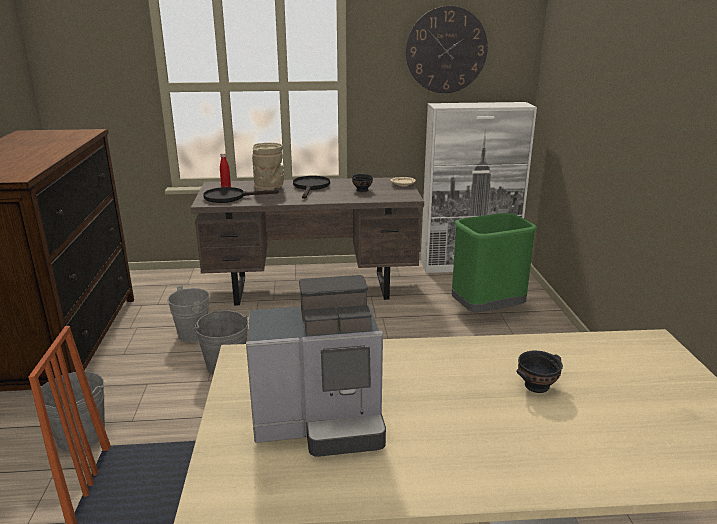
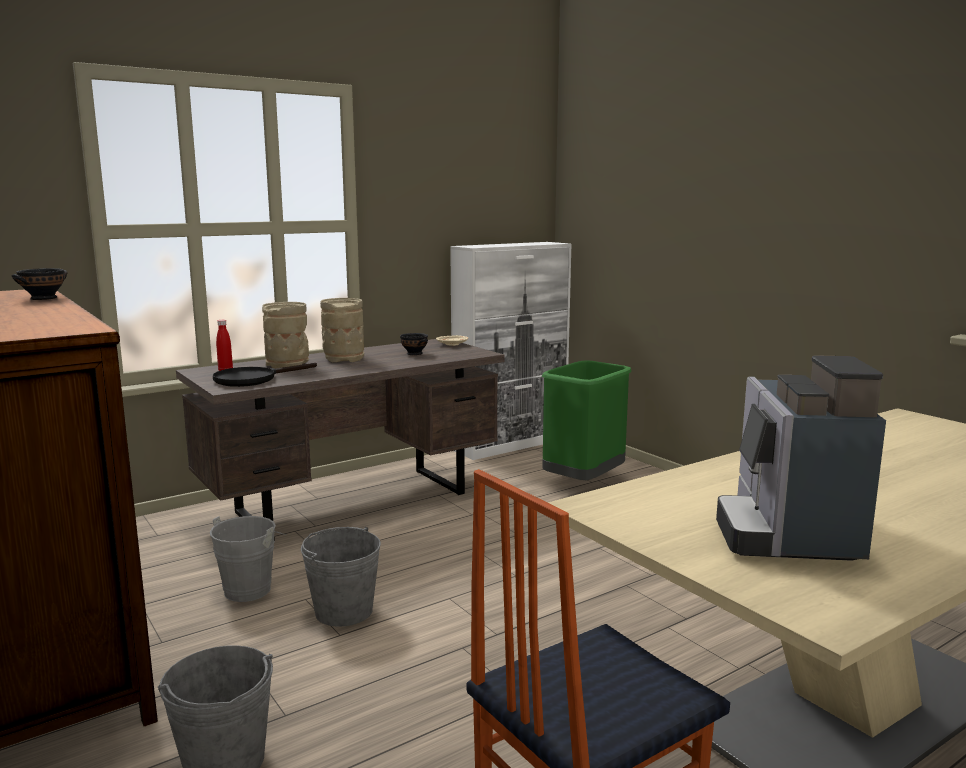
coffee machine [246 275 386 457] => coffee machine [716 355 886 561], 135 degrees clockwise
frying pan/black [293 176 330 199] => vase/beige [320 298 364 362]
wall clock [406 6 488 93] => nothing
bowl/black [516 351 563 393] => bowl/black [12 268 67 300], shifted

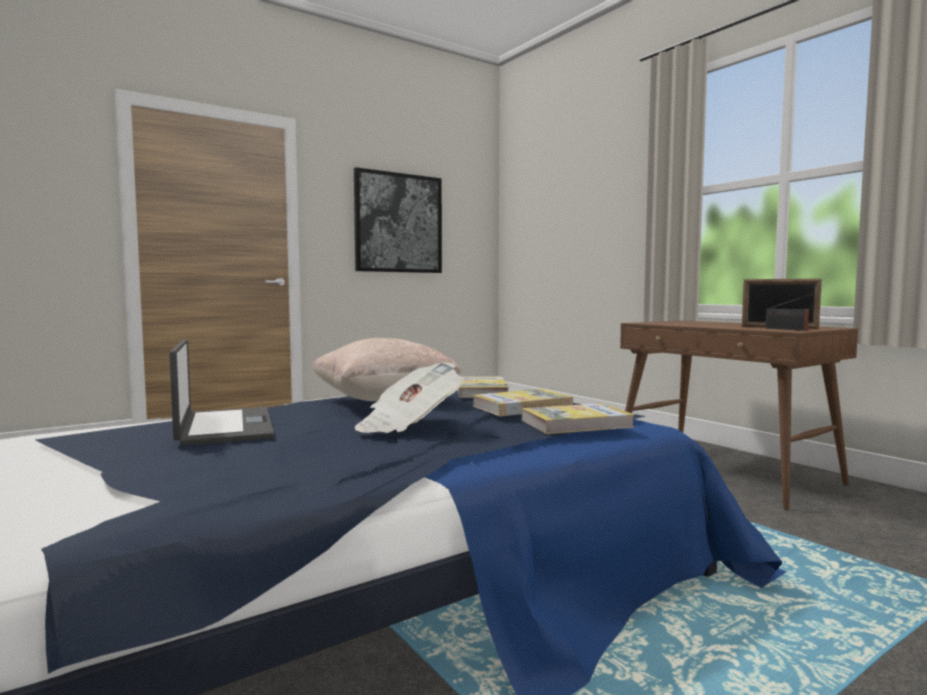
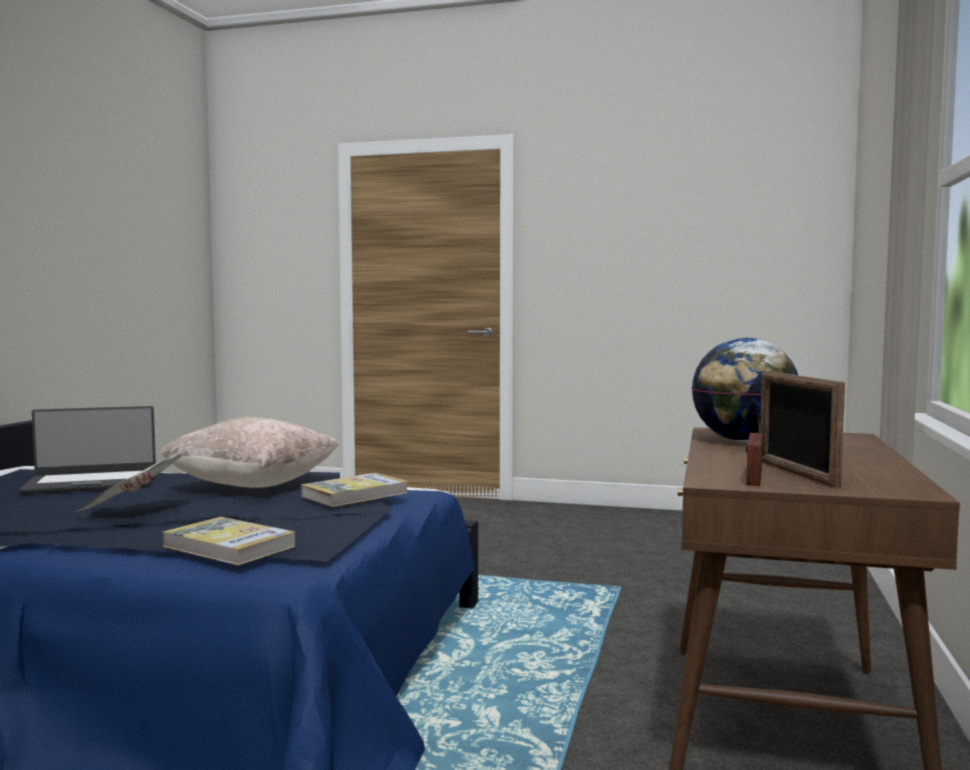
laptop [169 339 274 446] => laptop [18 406 156 494], 45 degrees clockwise
picture [354 167 442 273] => nothing
book [472 389 573 416] => nothing
nothing => globe [692 338 798 442]

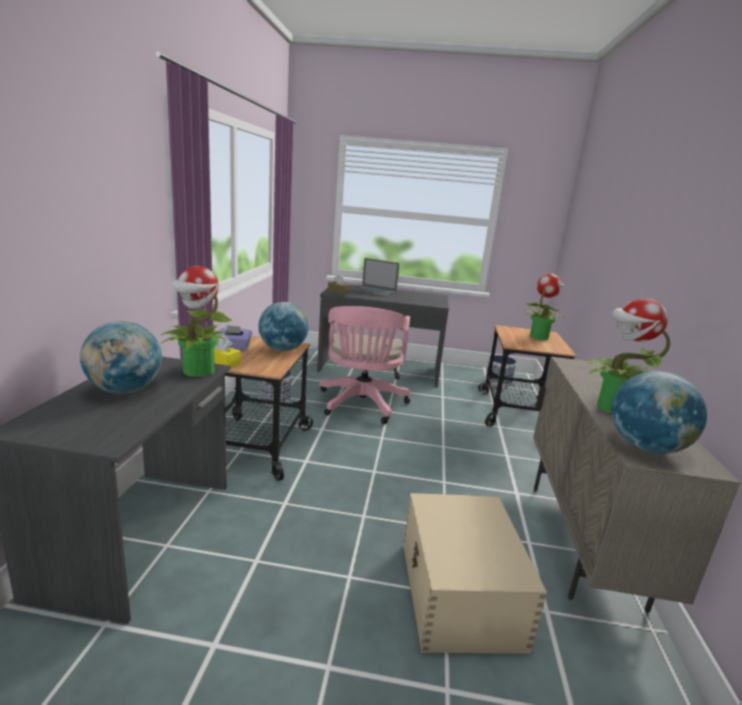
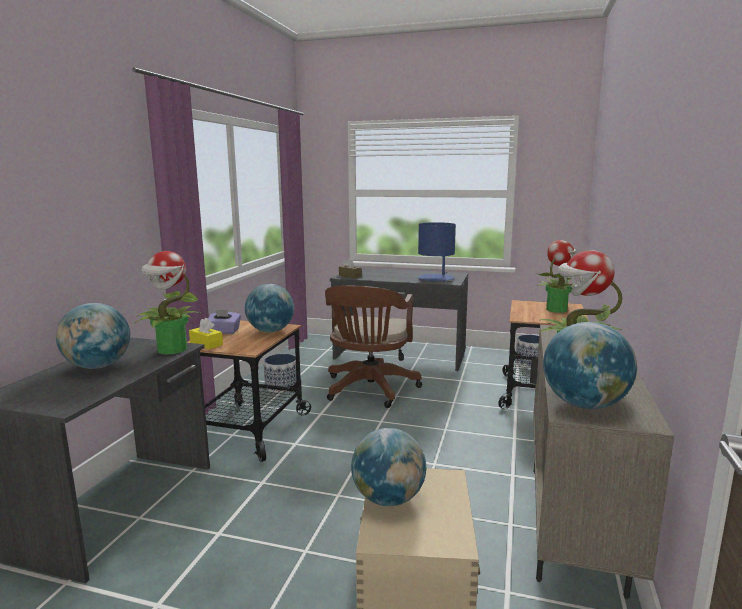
office chair/pink [319 306 410 424] => office chair/brown [325 285 422 408]
laptop [351 258 399 297] => nothing
nothing => globe [351 428 426 506]
nothing => table lamp/blue [418 222 456 282]

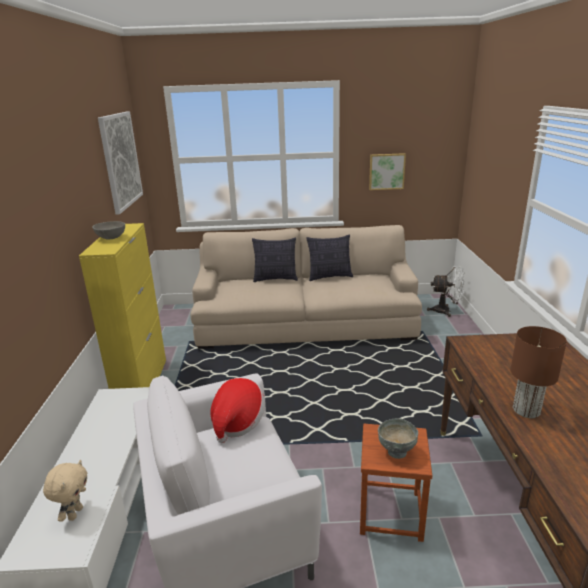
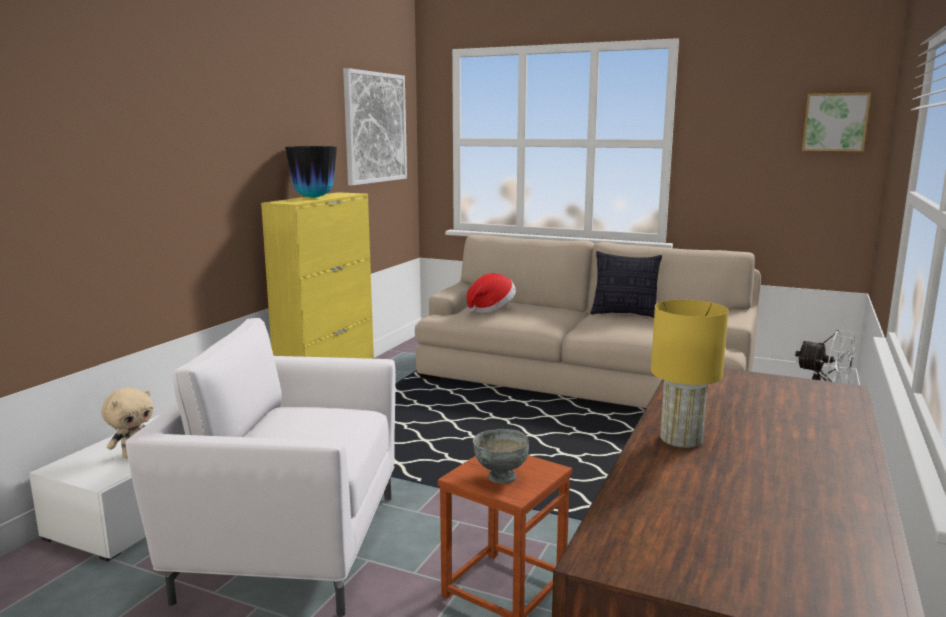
bowl/grey [92 221 125 240] => vase [285 146 337 198]
hat [210 378 266 443] => hat [467 274 516 313], shifted
pillow [252 238 298 282] => nothing
picture [369 153 406 190] => picture [802 93 871 151], shifted
table lamp/brown [510 326 567 418] => table lamp/yellow [651 300 729 448]

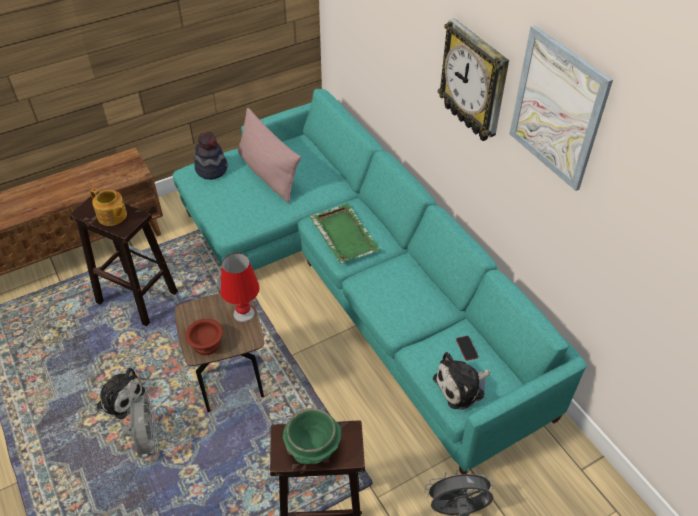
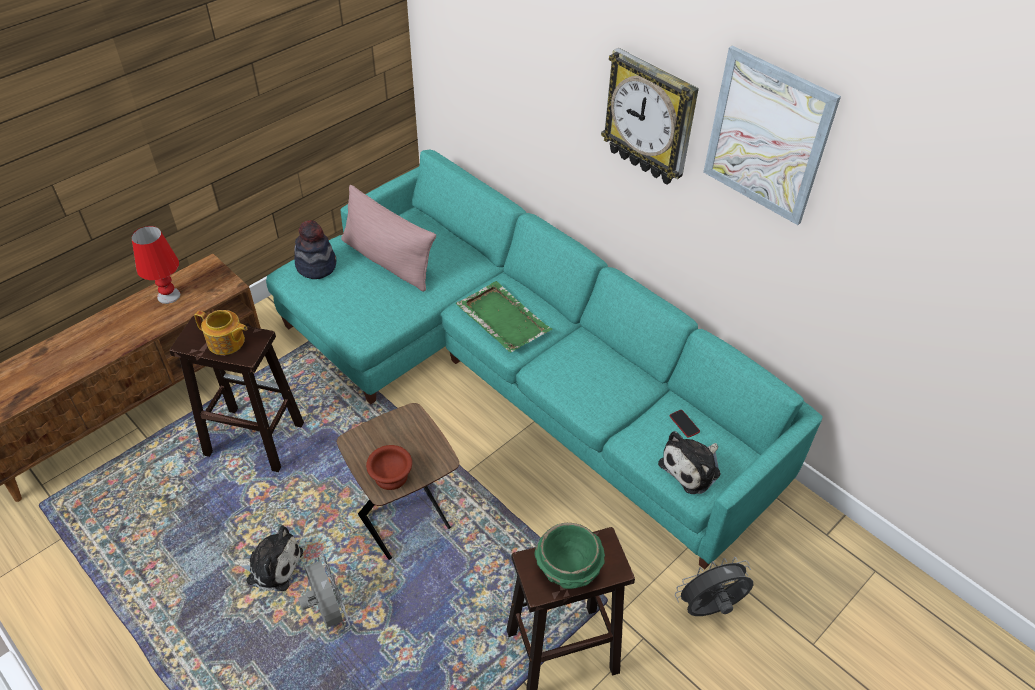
table lamp/red [220 253 260 322] => table lamp/red [132 226 180 304], shifted

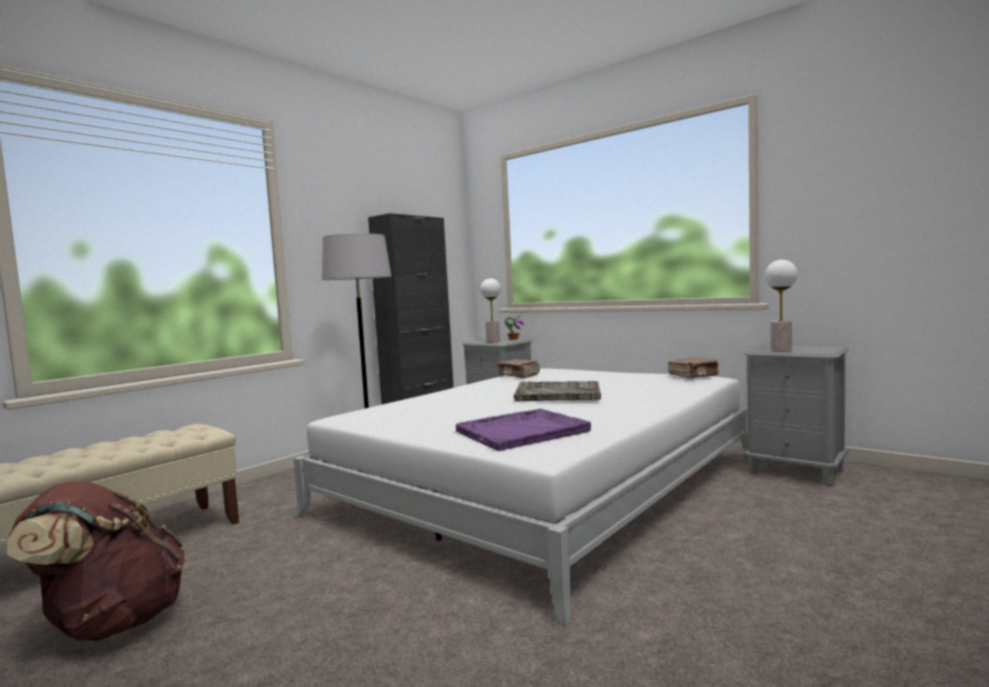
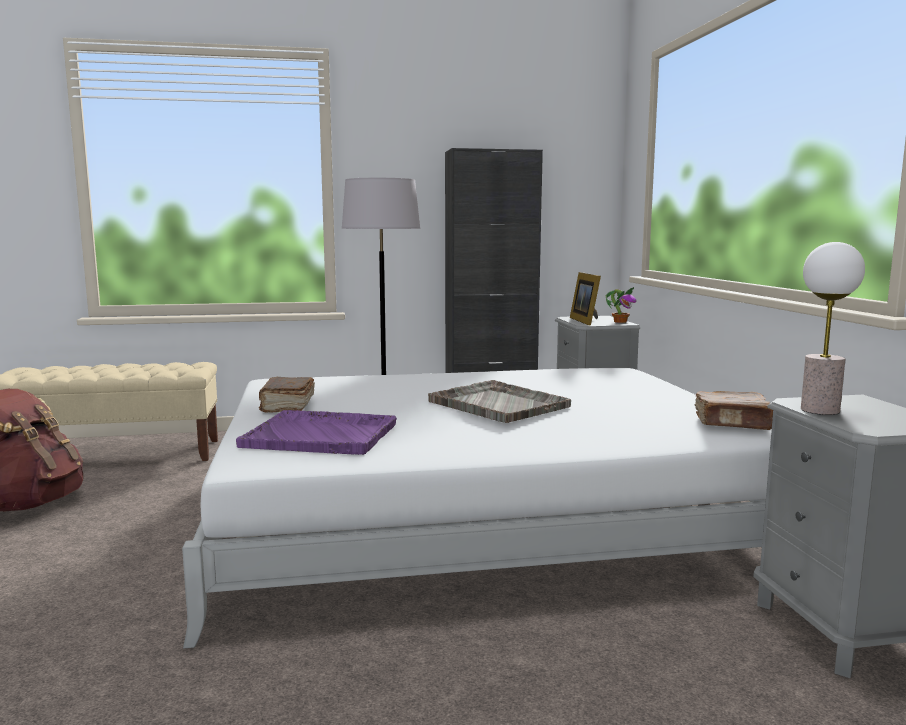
table lamp [480 278 501 342] => picture frame [570 272 601 326]
book/brown [497 359 540 378] => book/brown [259 377 315 413], shifted

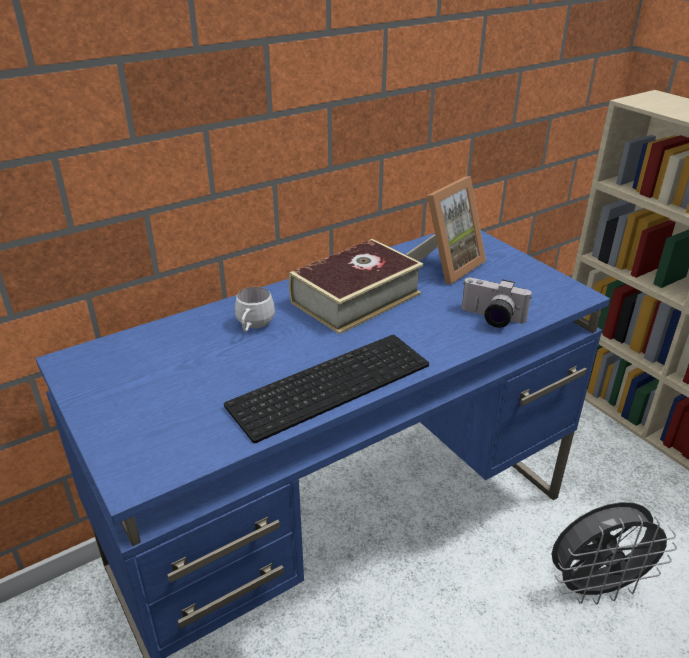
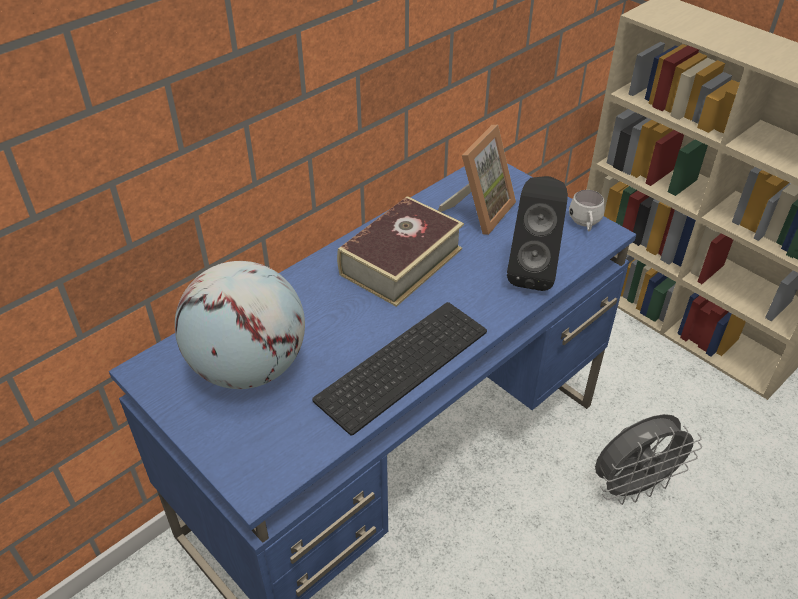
mug/white [235 287 275 332] => mug/white [569 190 605 231], shifted
photo camera [462 278 532 328] => speaker/black [507 176 568 291]
nothing => globe [175 261 305 389]

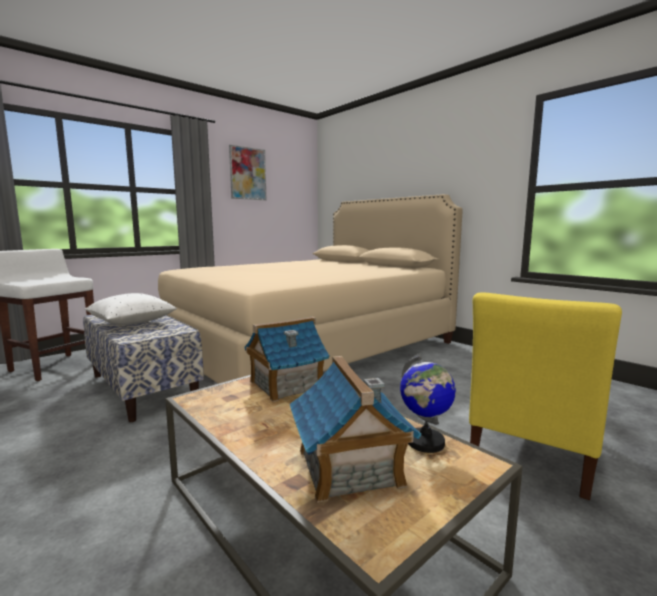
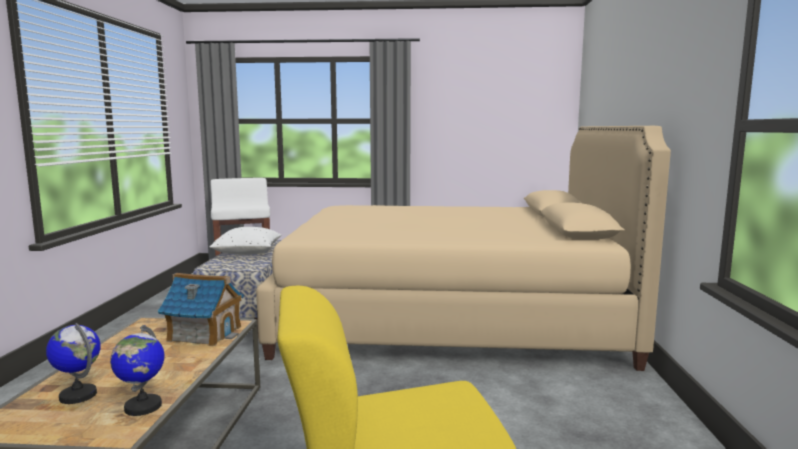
picture [229 145 266 200] => nothing
toy house [290 356 421 503] => globe [46 323 101 404]

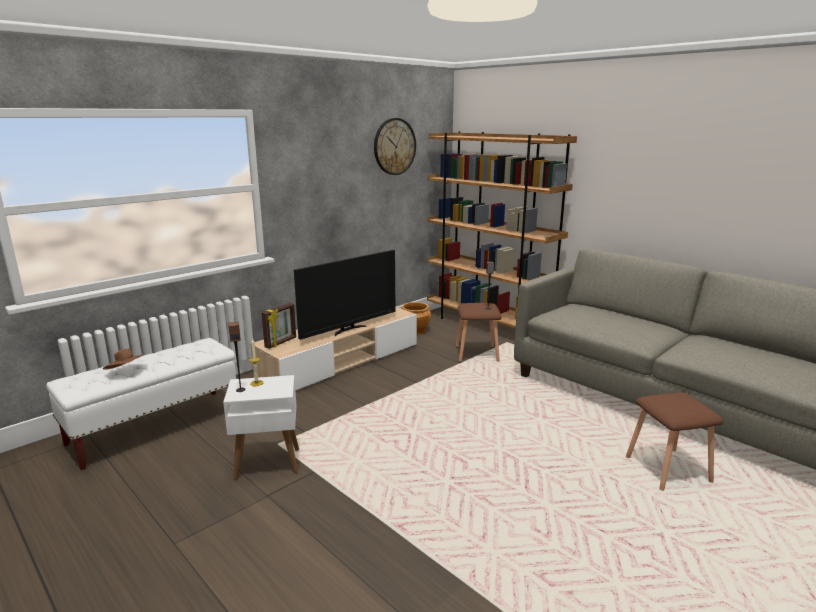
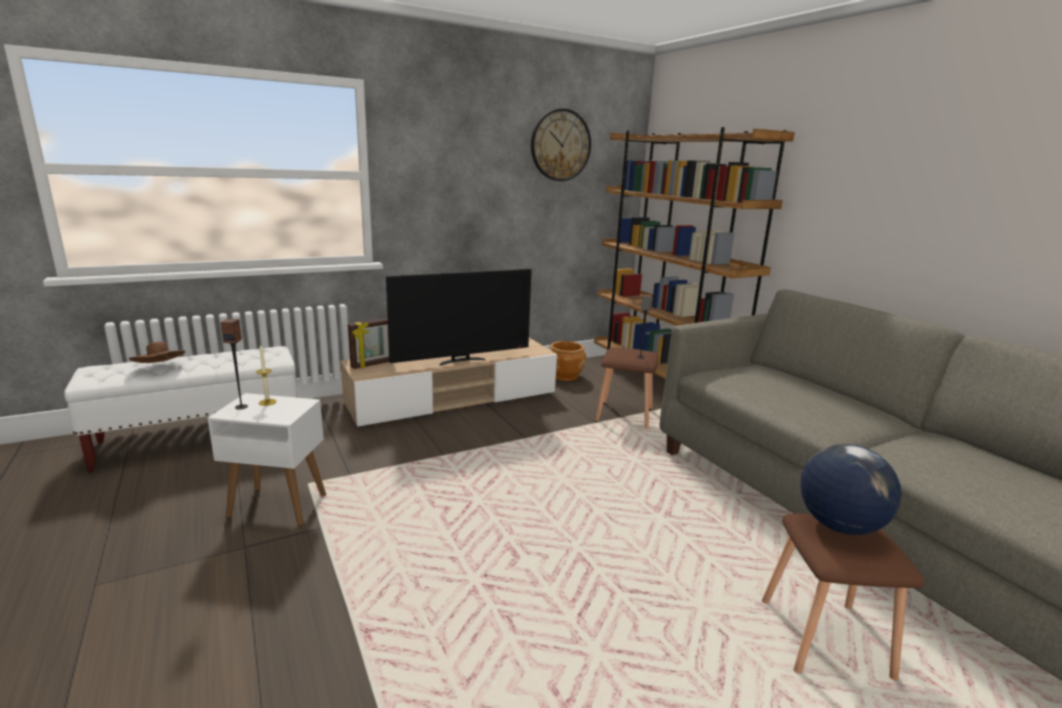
nothing => globe [800 444 902 535]

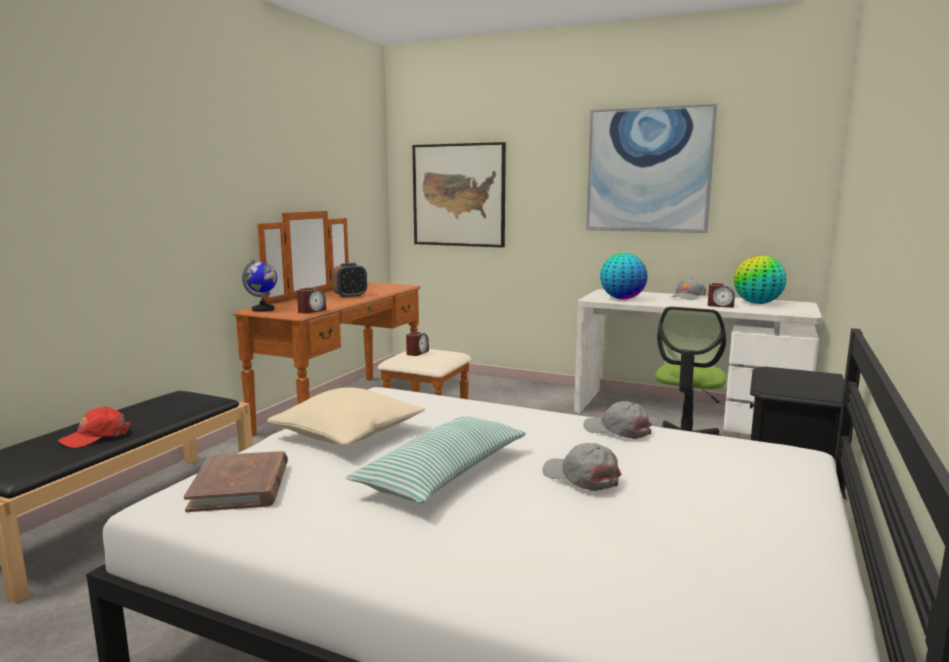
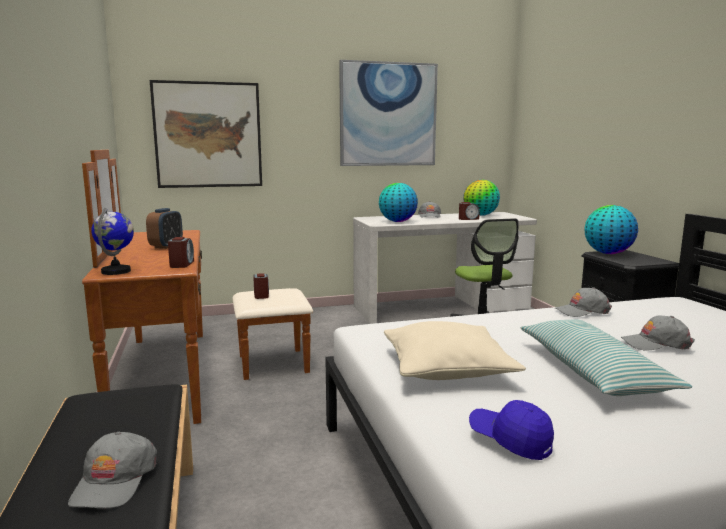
cap/red [58 407 130 448] => cap/grey [68 432 157 509]
book/brown [184 451 288 512] => cap/blue [469 400 554 460]
nothing => globe [584 205 638 254]

